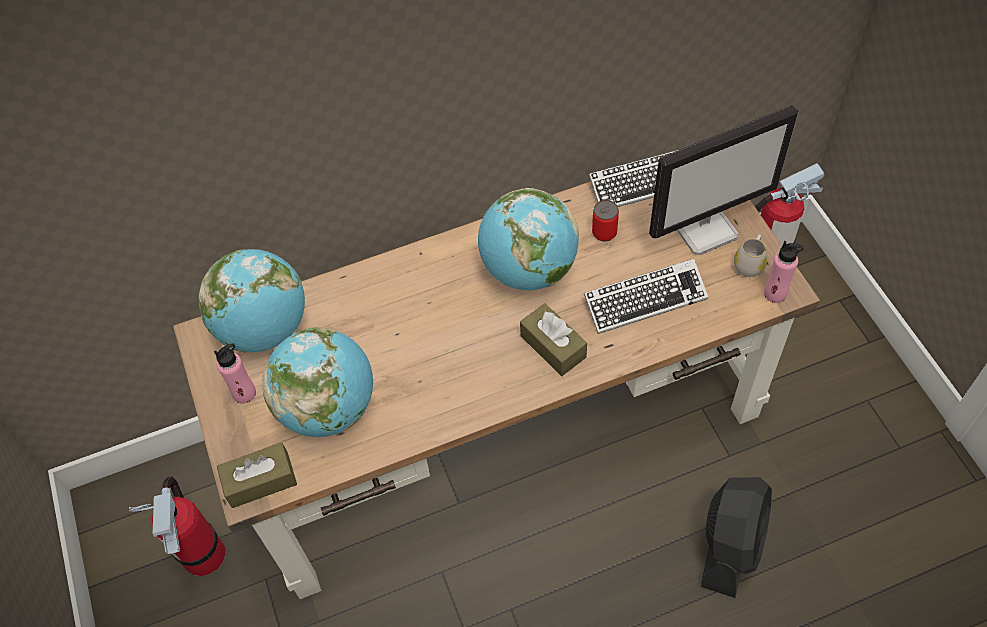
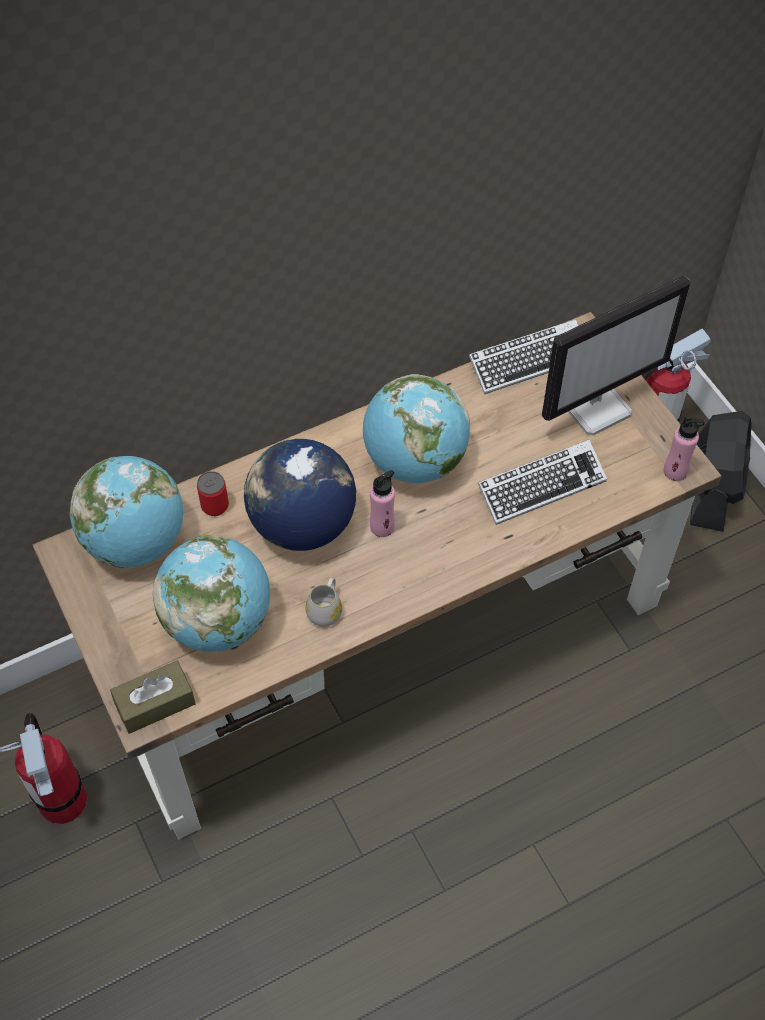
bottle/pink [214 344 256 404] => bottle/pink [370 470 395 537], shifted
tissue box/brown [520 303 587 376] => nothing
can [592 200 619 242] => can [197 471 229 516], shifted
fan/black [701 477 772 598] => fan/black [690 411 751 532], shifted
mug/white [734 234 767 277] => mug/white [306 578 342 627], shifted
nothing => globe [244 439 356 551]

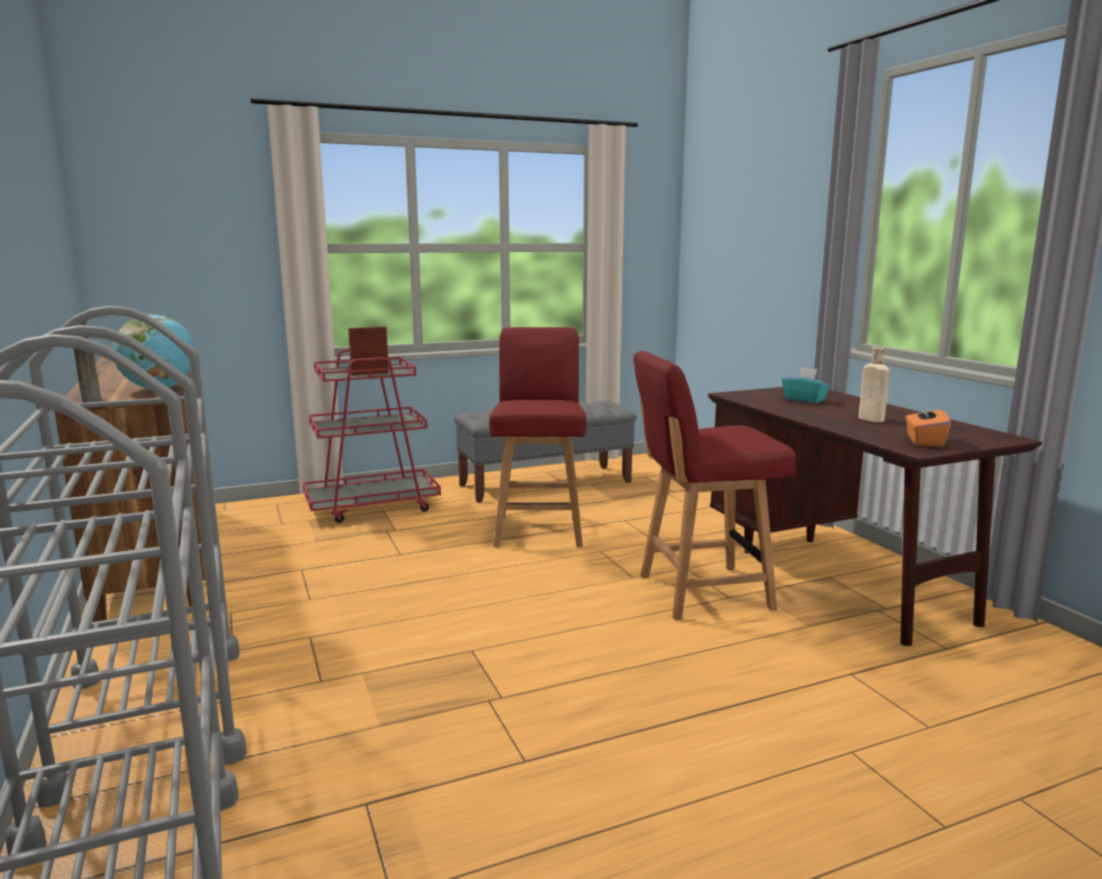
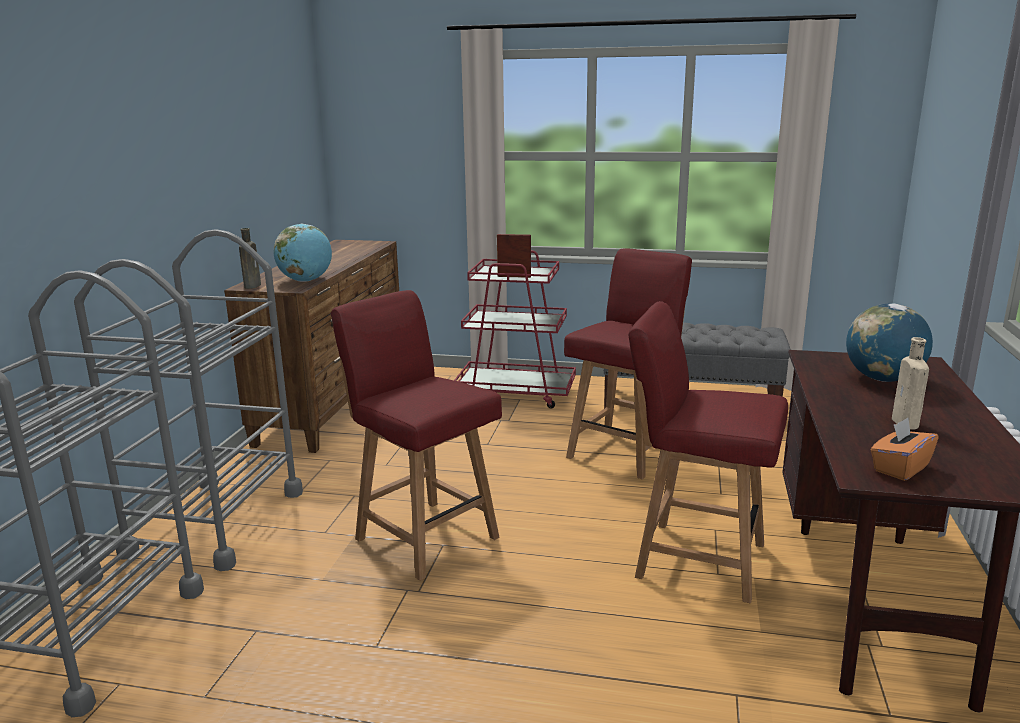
tissue box/turquoise [782 367 830 403] => globe [846 303 933 382]
nothing => chair/red [331 290 502 581]

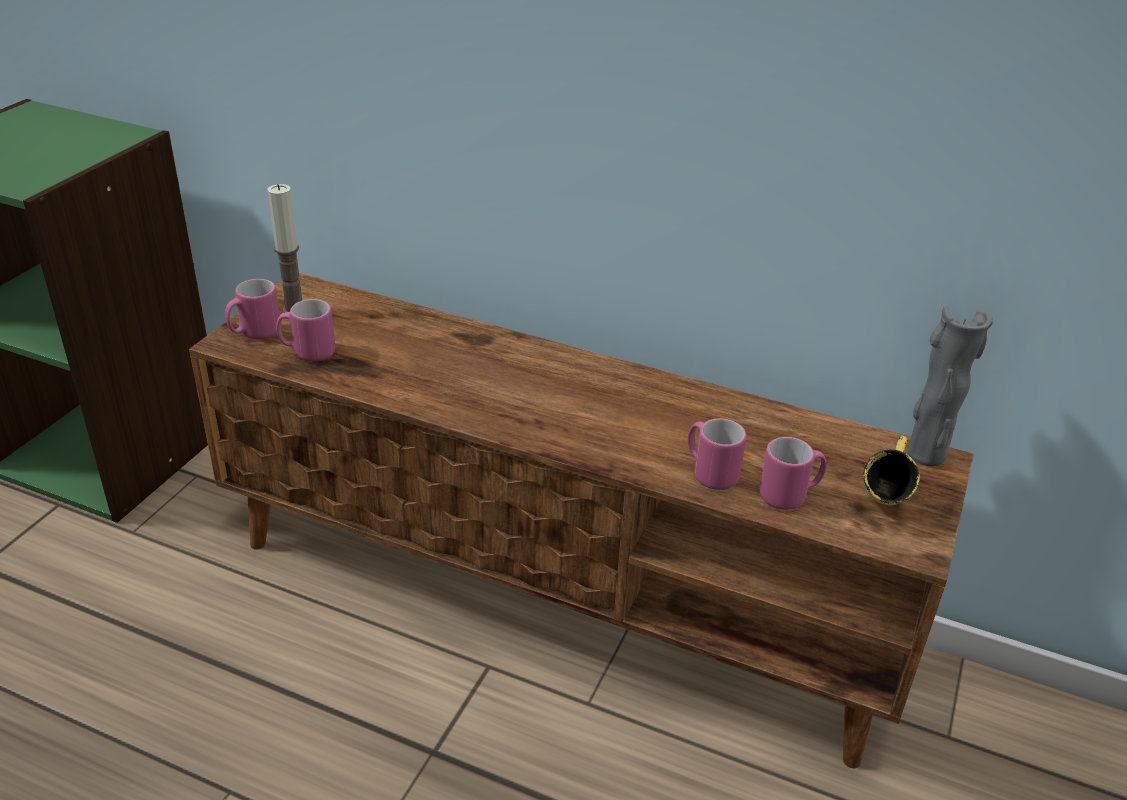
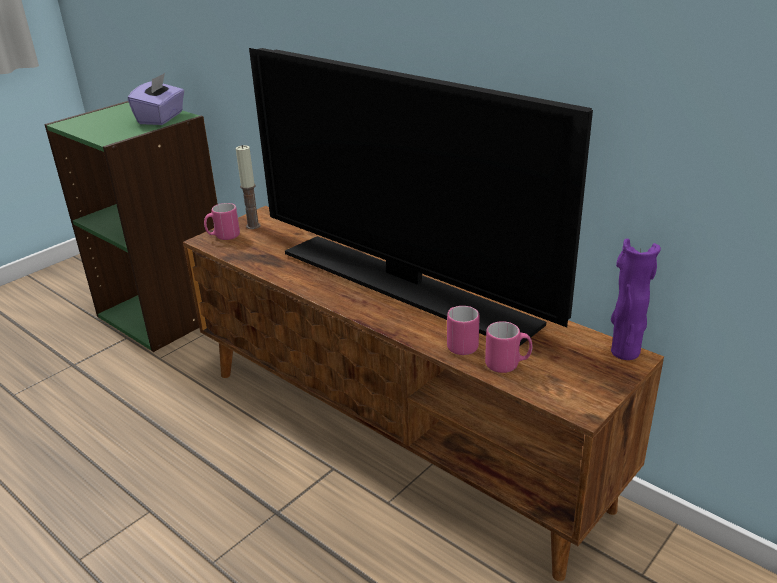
mug/pink [276 299 335 361] => nothing
mug/yellow [863 436 920 506] => nothing
vase/grey [908 306 993 466] => vase/purple [611 239 661 360]
nothing => tissue box/purple [128 73 184 125]
nothing => television [249 48 593 346]

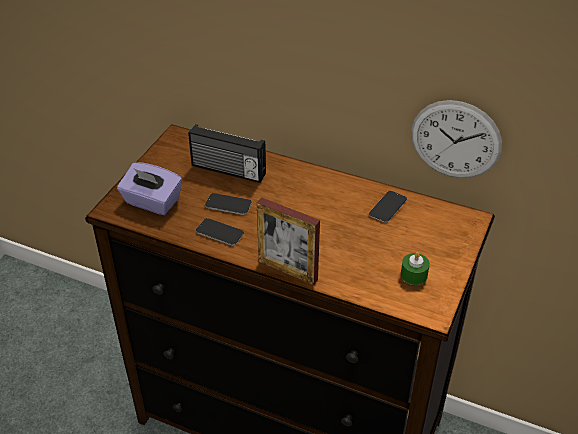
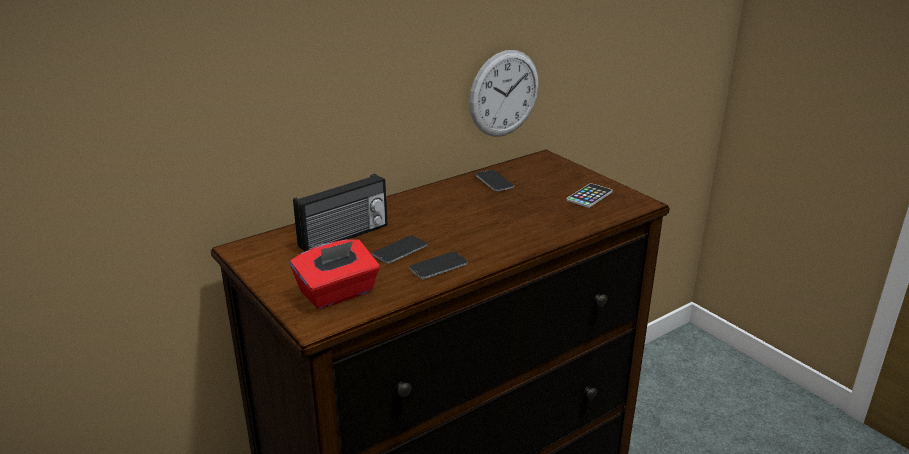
tissue box/purple [117 163 182 215] => tissue box/red [290 239 380 309]
picture frame [257 197 320 285] => nothing
candle/green [401 252 430 285] => phone [566 183 613 208]

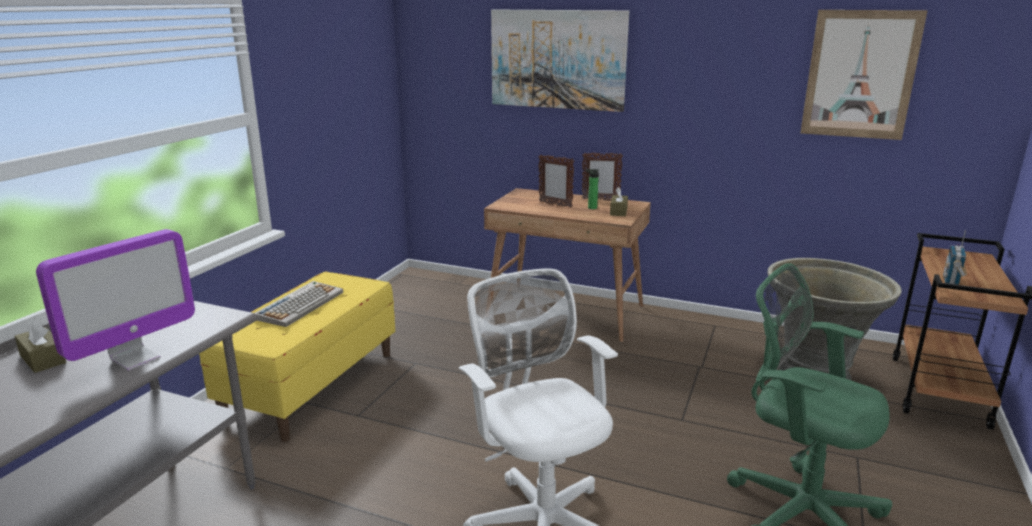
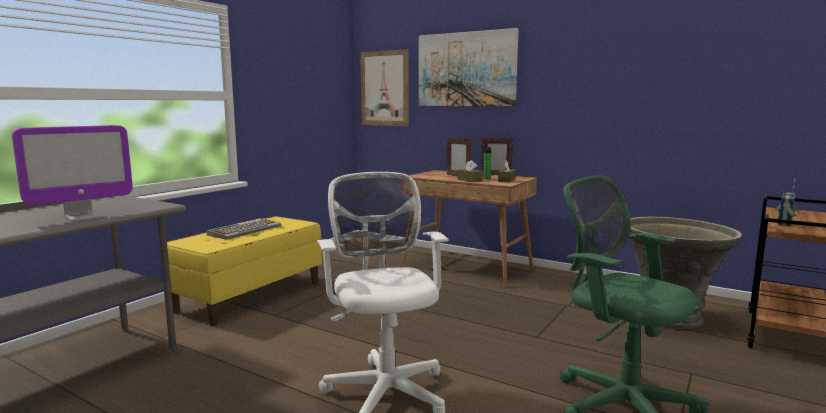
tissue box/brown [14 318 66 373] => tissue box/brown [457 160 483 182], shifted
picture [800 10 928 140] => picture [360 49 409 126], shifted

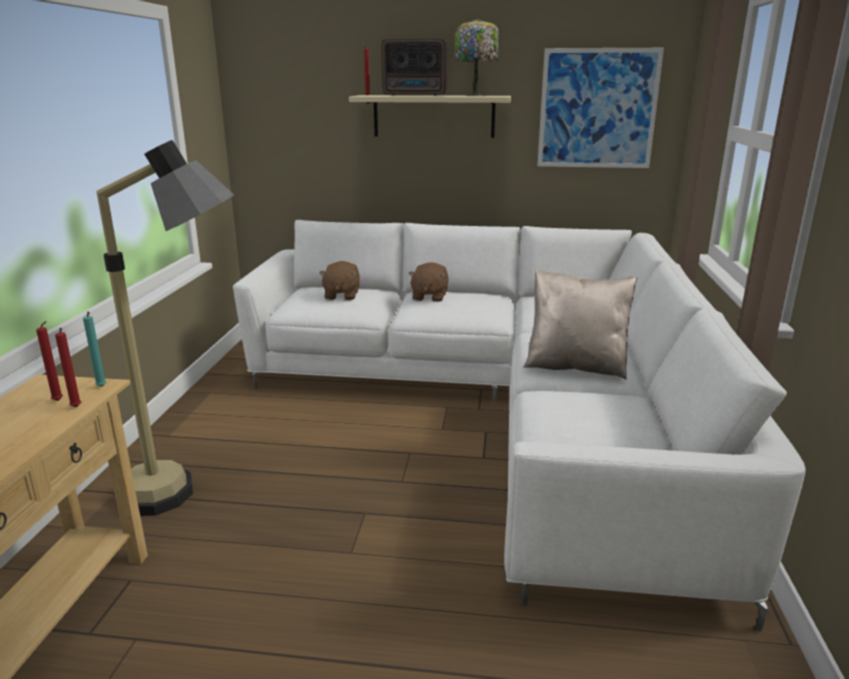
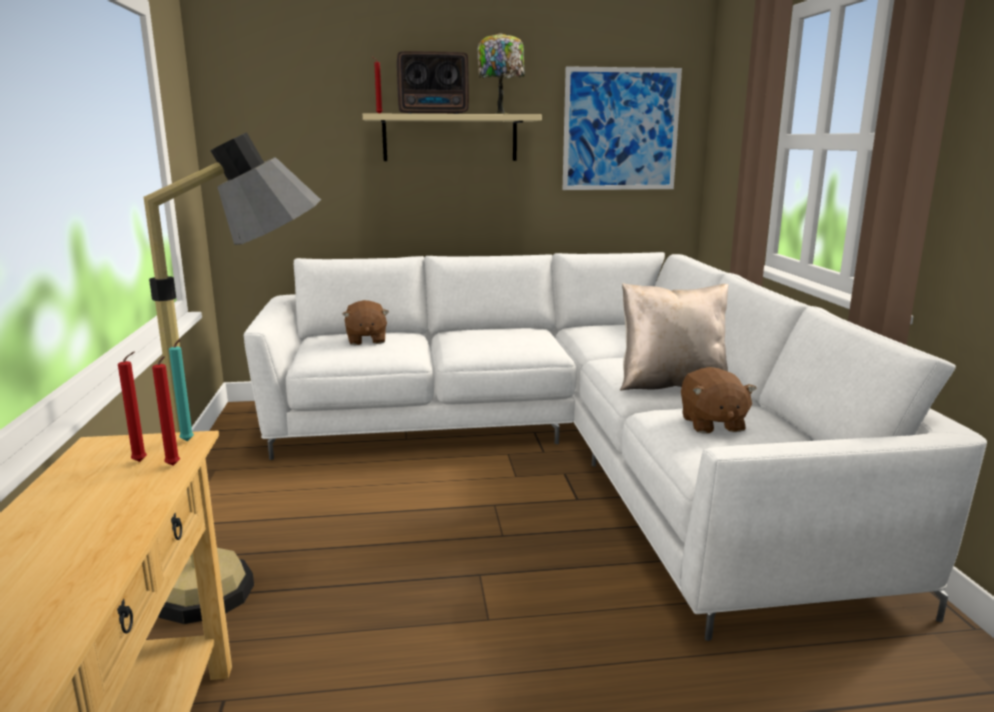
plush toy/brown [408 262 449 302] => plush toy/brown [681 367 757 434], shifted

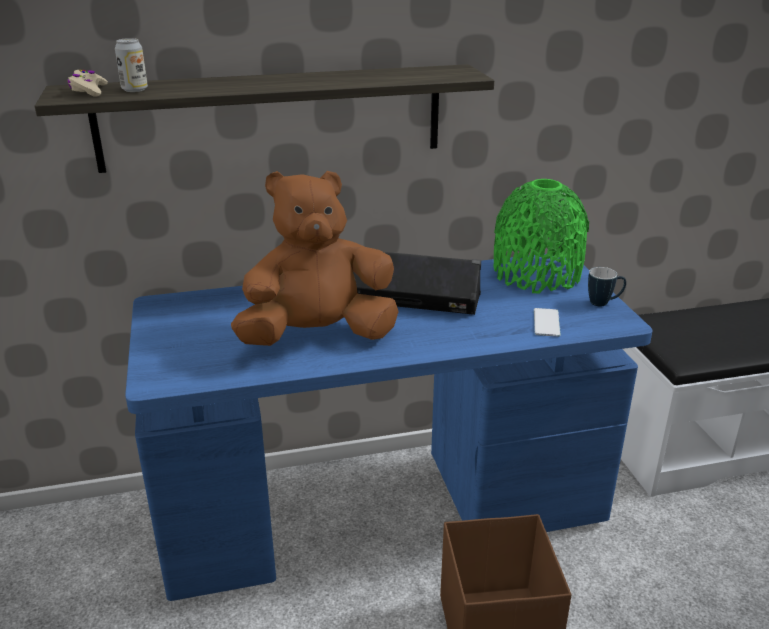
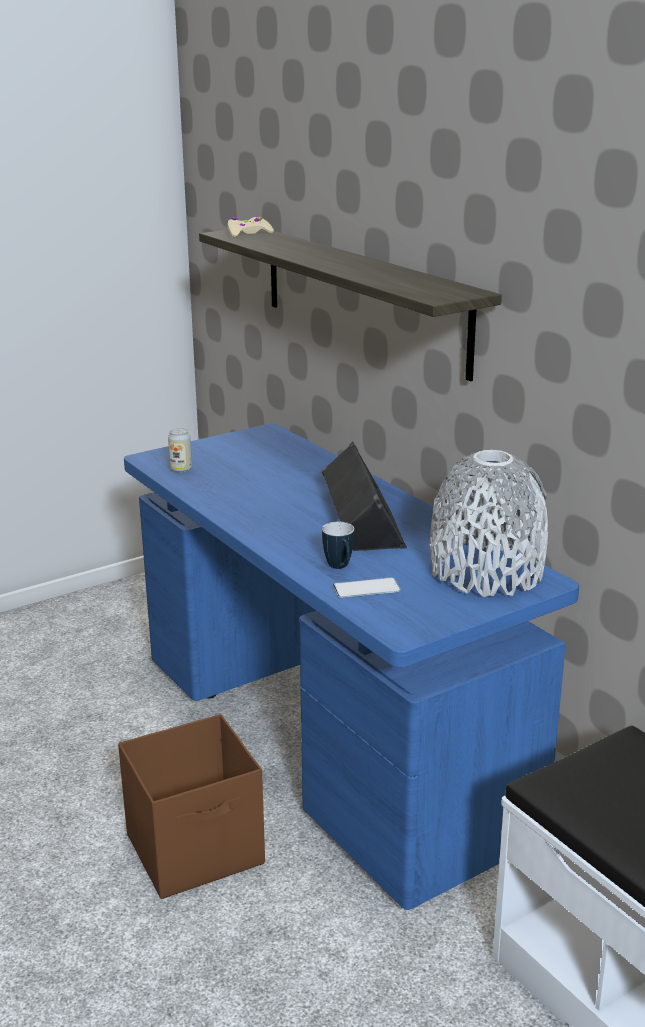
can [115 38 148 92] => can [168 428 192 472], shifted
plush toy/brown [231 171 399 346] => nothing
vase/green [494 179 589 293] => vase/grey [430 450 548 597]
mug [588 267 626 307] => mug [322 522 354 569], shifted

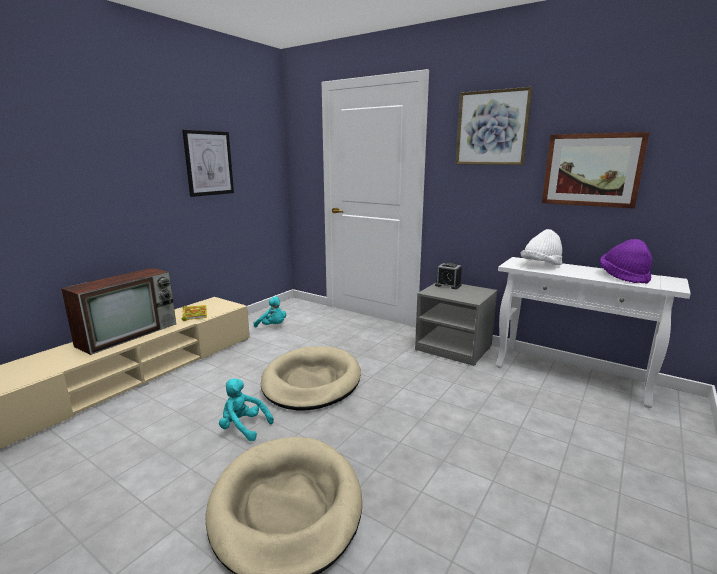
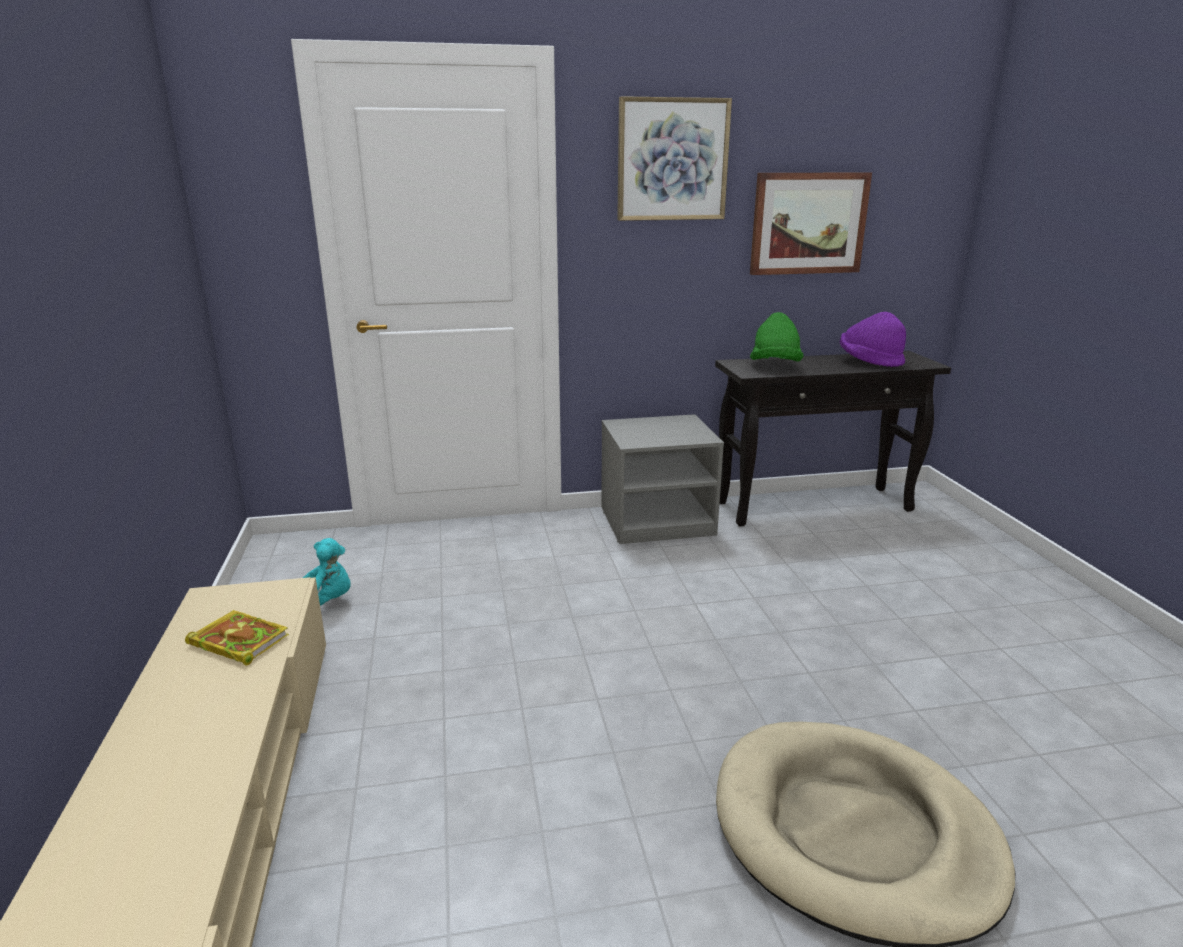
television [61 268 176 355] => nothing
picture [182 130 234 197] => nothing
plush toy/turquoise [219 378 274 441] => nothing
dog bed/beige [261 346 361 411] => nothing
alarm clock [435 263 462 289] => nothing
console table/white [496 257 691 408] => console table/black [715 351 951 526]
hat/white [520 229 562 265] => hat/green [750 312 804 362]

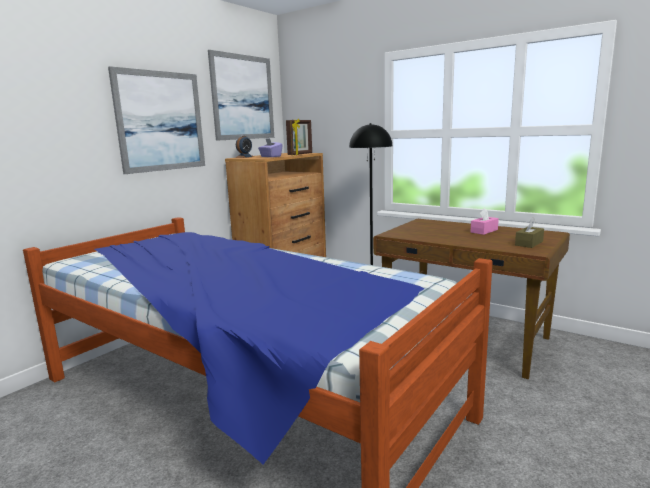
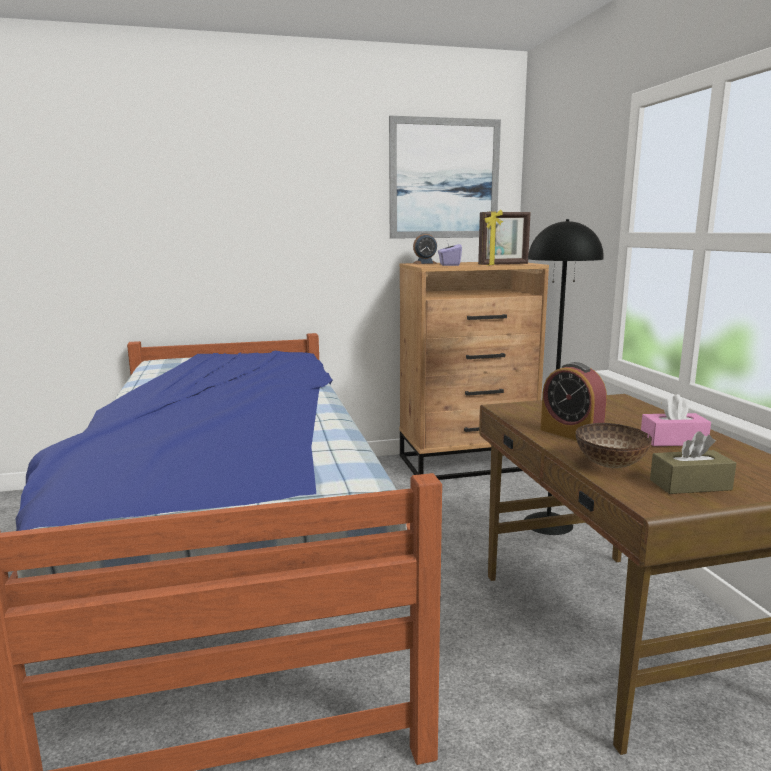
picture [108 66 205 174] => nothing
nothing => alarm clock [541 362 607 441]
nothing => bowl [576 423 652 468]

